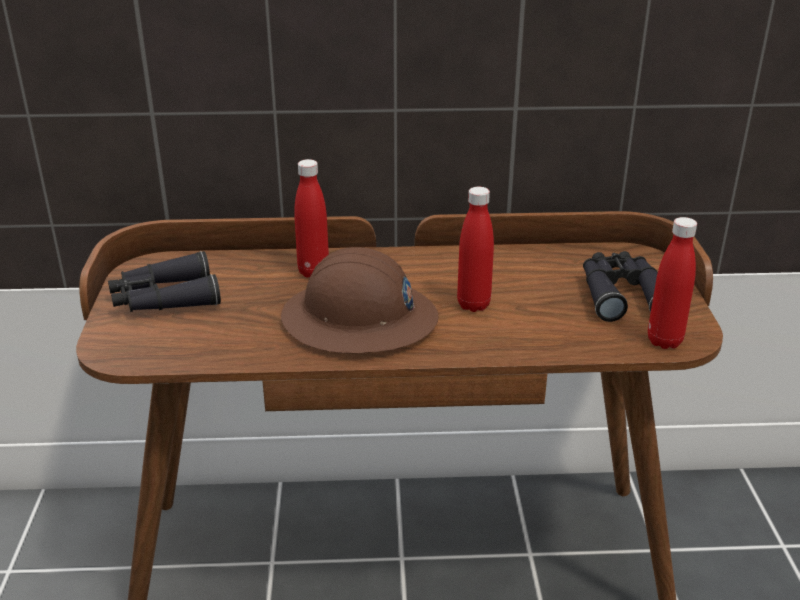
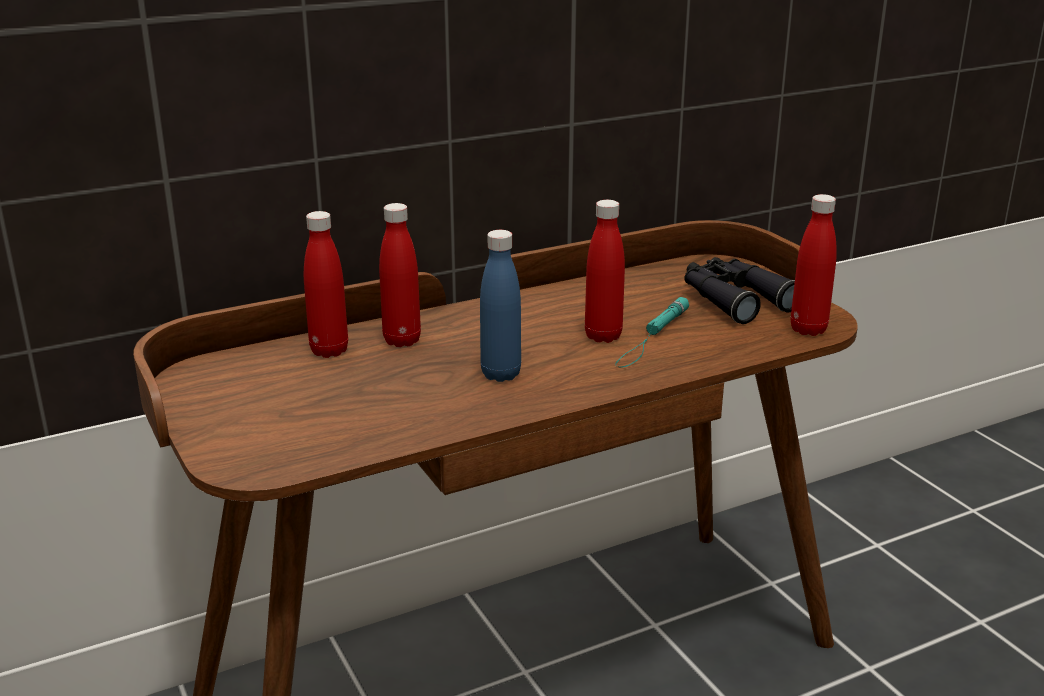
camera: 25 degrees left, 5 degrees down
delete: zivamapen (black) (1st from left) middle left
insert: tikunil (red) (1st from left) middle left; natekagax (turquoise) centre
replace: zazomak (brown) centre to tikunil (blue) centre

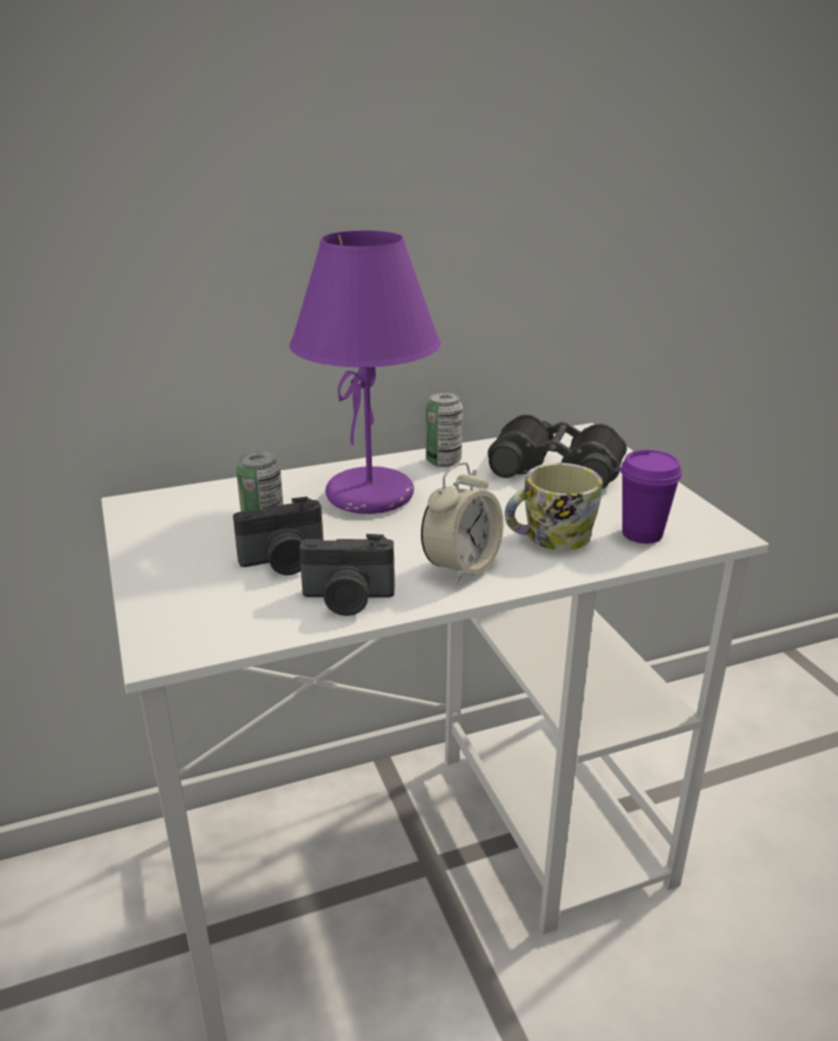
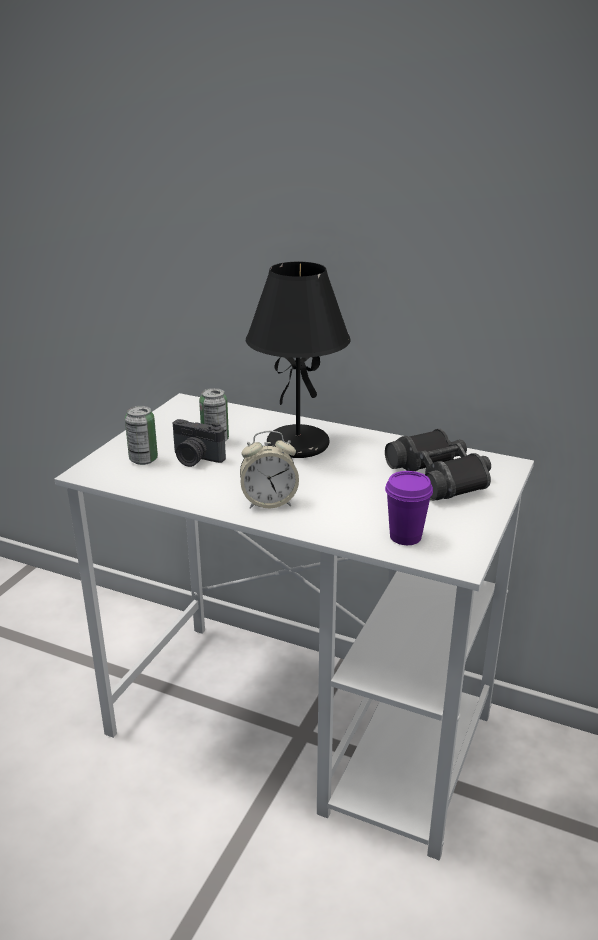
camera: 45 degrees right, 0 degrees up
delete: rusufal (2nd from left) centre; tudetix centre
move: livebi (2nd from left in the first image) centre to livebi (1st from left) middle left
recolor: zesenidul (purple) centre to zesenidul (black) centre

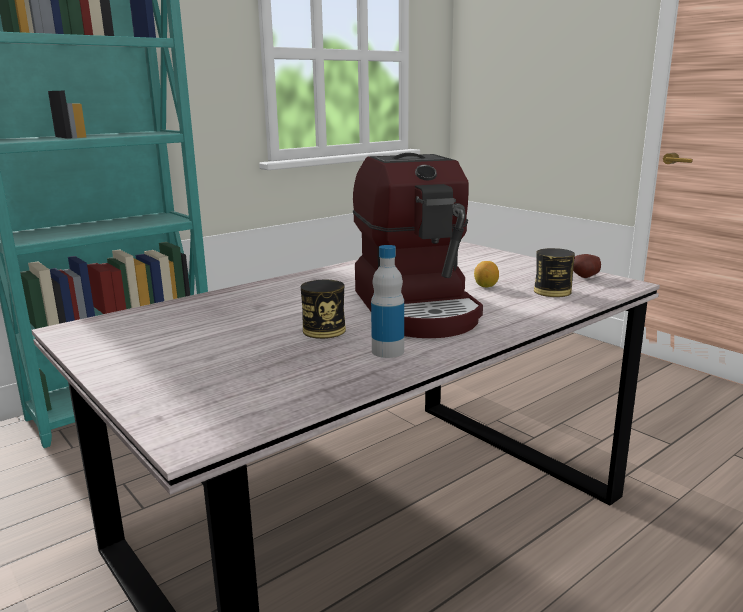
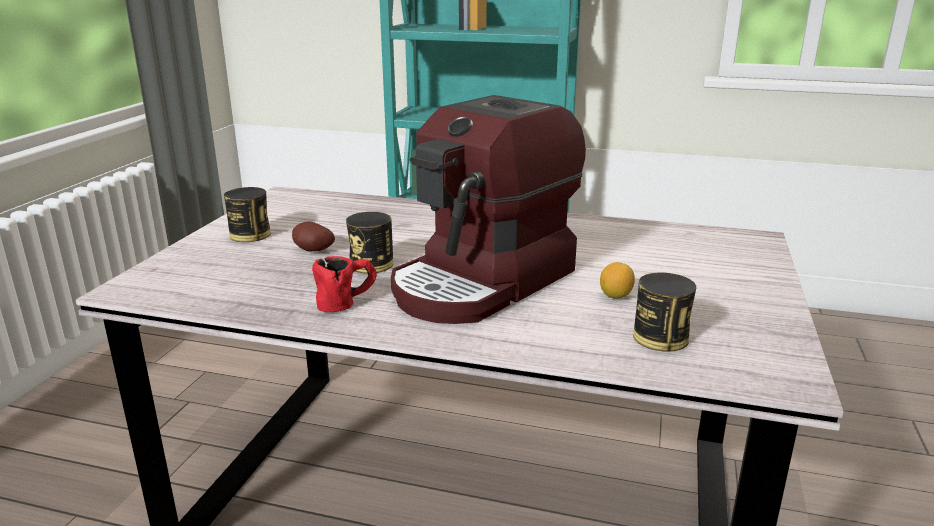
camera: 55 degrees right, 5 degrees up
insert: livebi (1st from left) middle left
move: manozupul middle right to centre
replace: tikunil centre to tudetix (red) centre

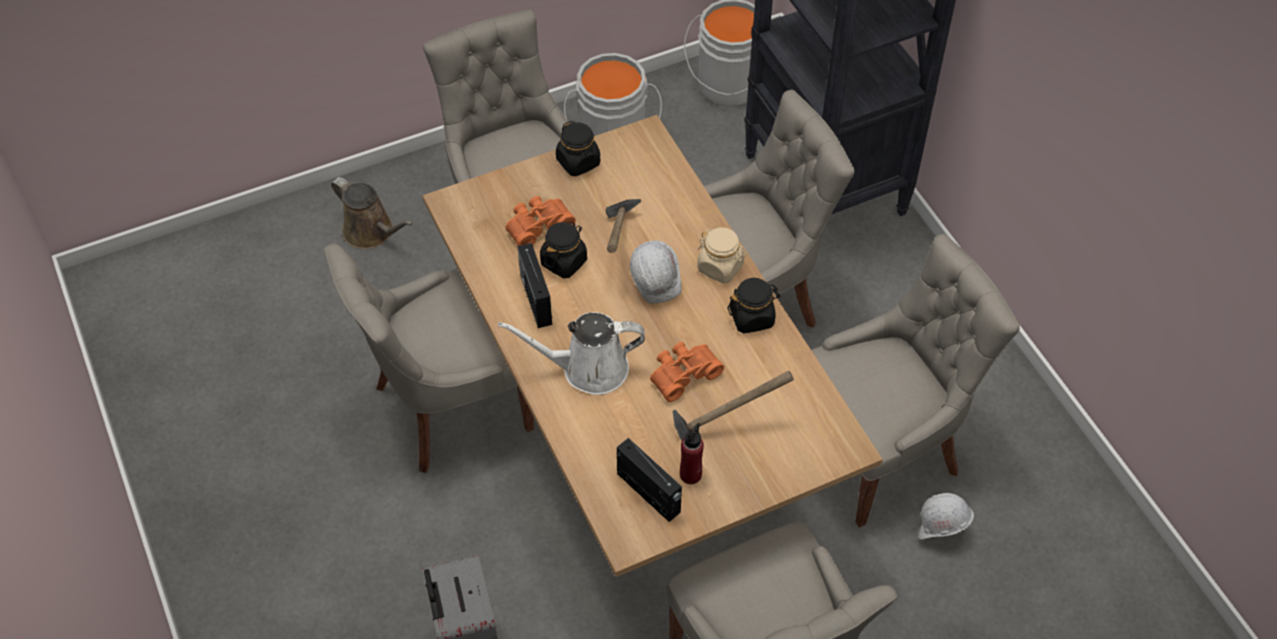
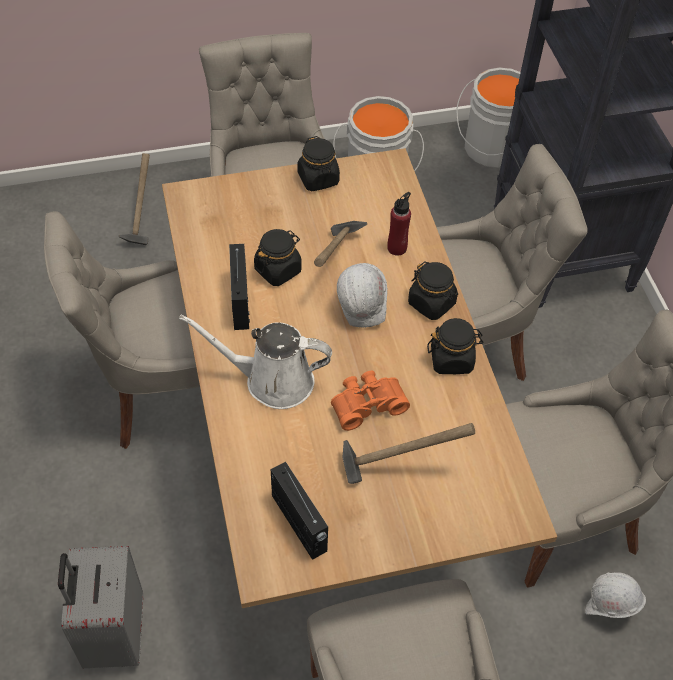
camera: 10 degrees right, 0 degrees up
delete: zivamapen (orange) (1st from left) centre
move: tikunil (red) bottom centre to top centre
replace: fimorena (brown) middle left to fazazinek (1st from left) top left
recolor: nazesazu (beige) centre to nazesazu (black) (3rd from left) centre

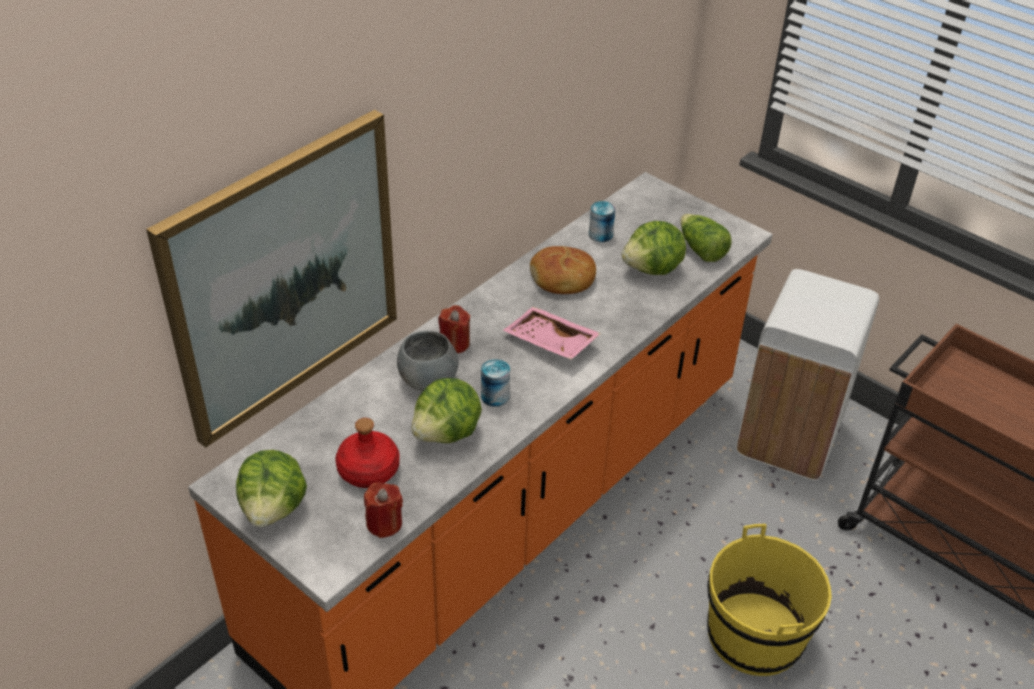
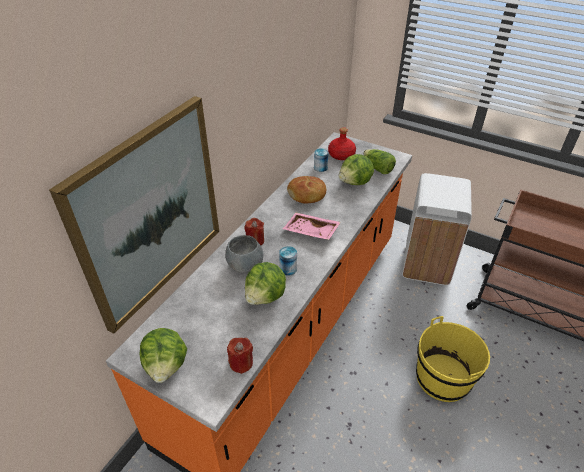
camera: 10 degrees left, 0 degrees up
move: tikunil (red) centre to top centre

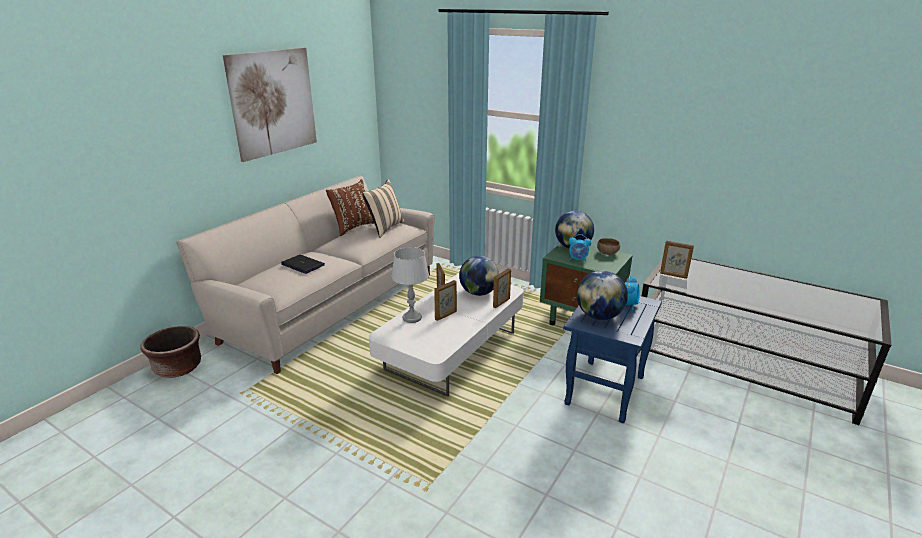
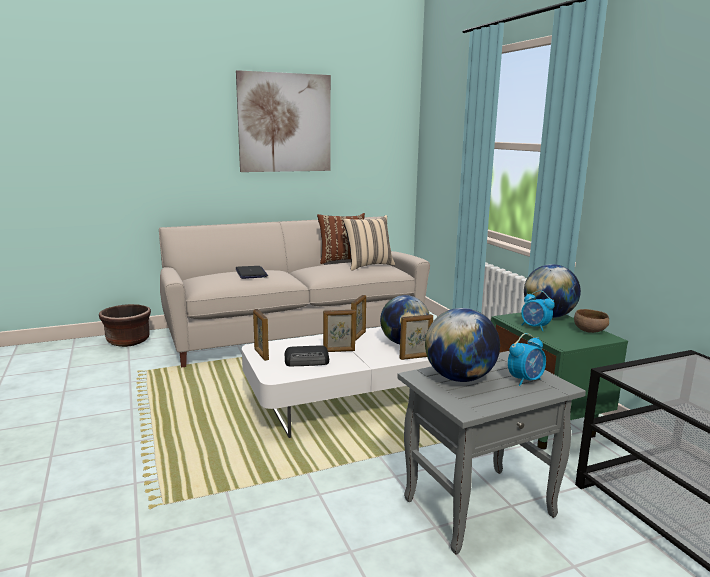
camera: 35 degrees right, 10 degrees down
delete: zesenidul (grey) centre
insert: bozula centre
move: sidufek (4th from left in the first image) middle right to sidufek (1st from left) centre
recolor: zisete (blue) bottom centre to zisete (grey) bottom right

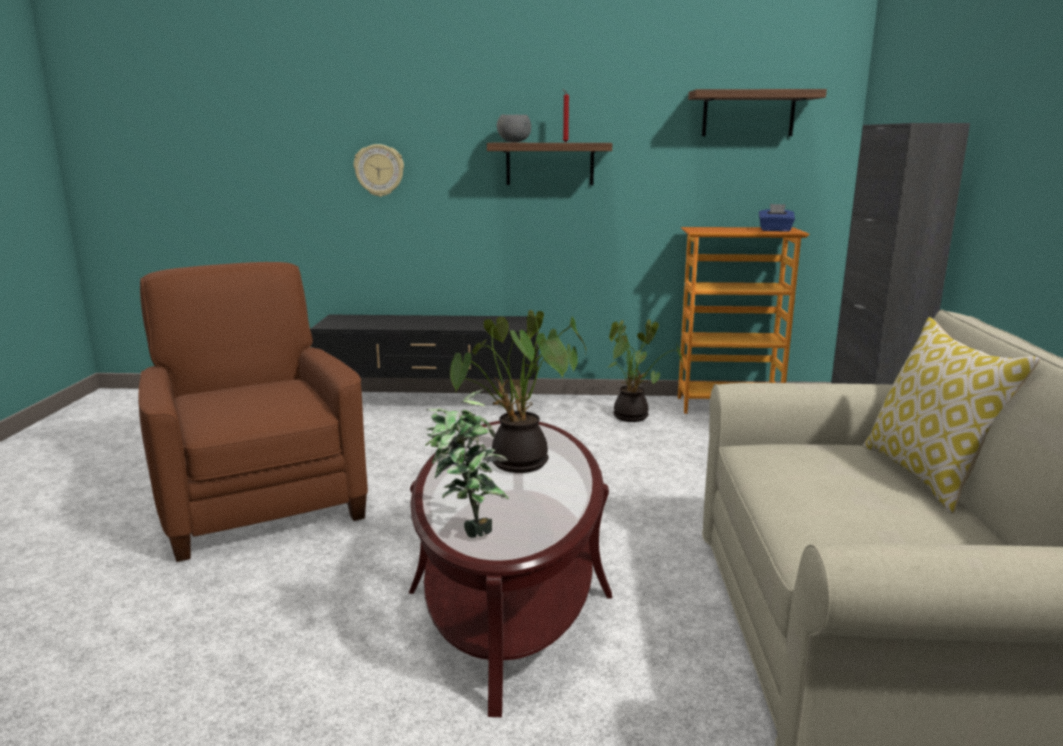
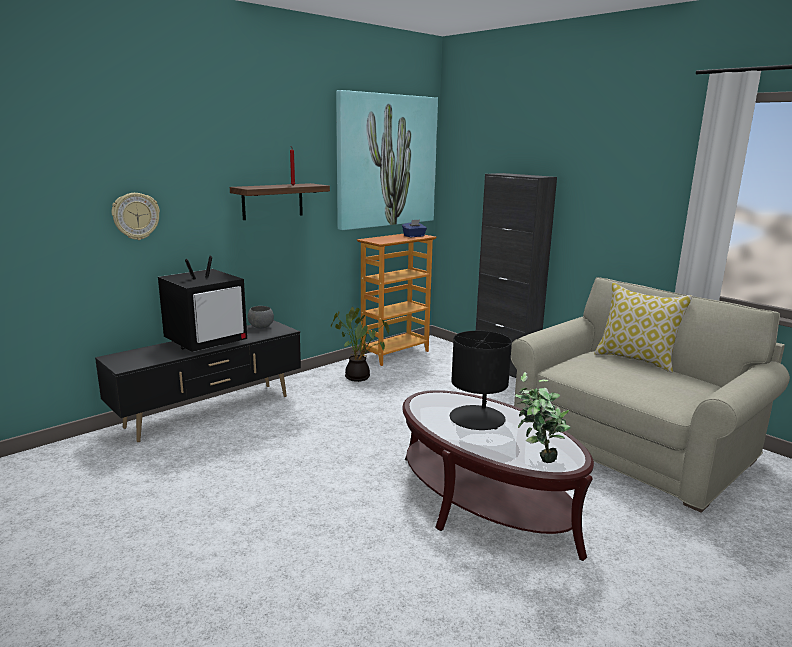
camera: 45 degrees left, 0 degrees up
delete: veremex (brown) middle left
insert: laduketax middle left
move: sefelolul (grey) top centre to middle left
replace: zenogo (2nd from left) top right to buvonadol top centre; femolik (2nd from left) centre to zesenidul (black) centre

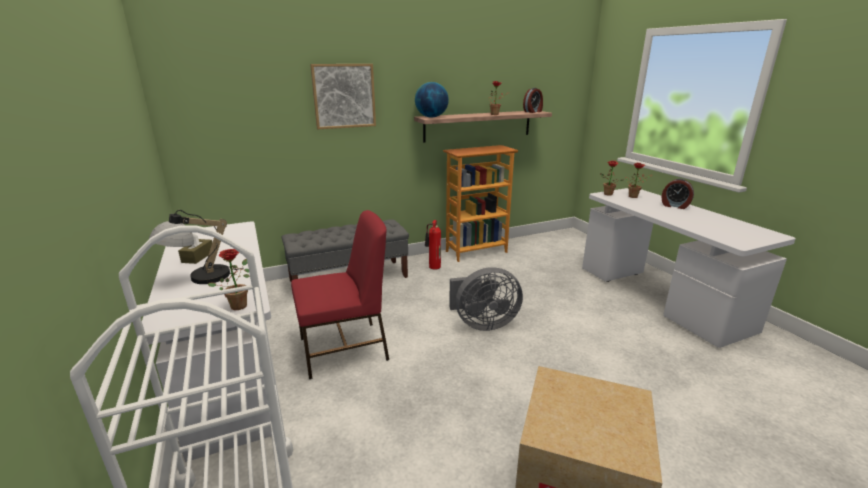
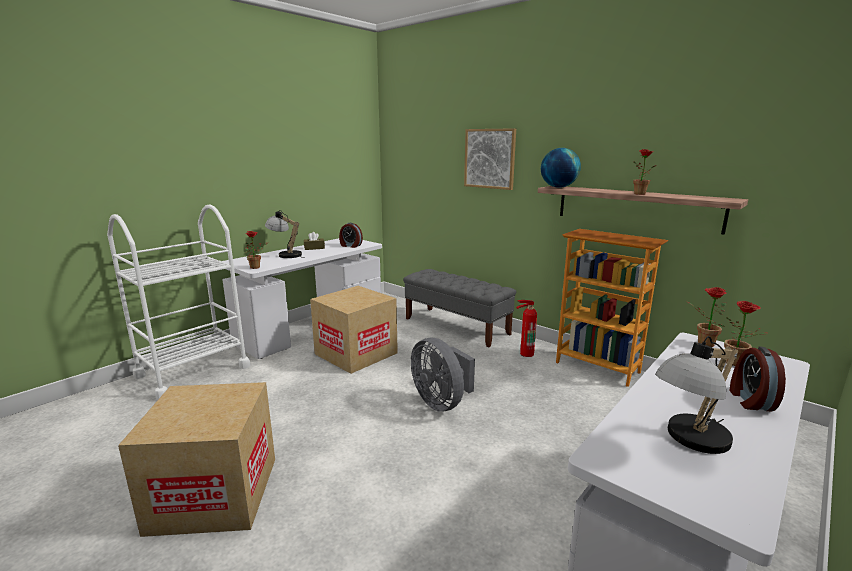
camera: 65 degrees right, 5 degrees down
insert: zesenidul (2nd from left) bottom right
move: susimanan (1st from left) top centre to centre
replace: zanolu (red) centre to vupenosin (2nd from left) centre

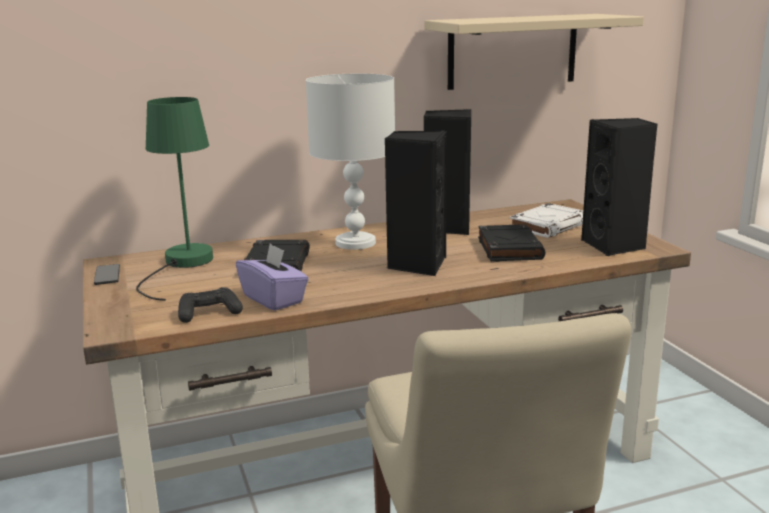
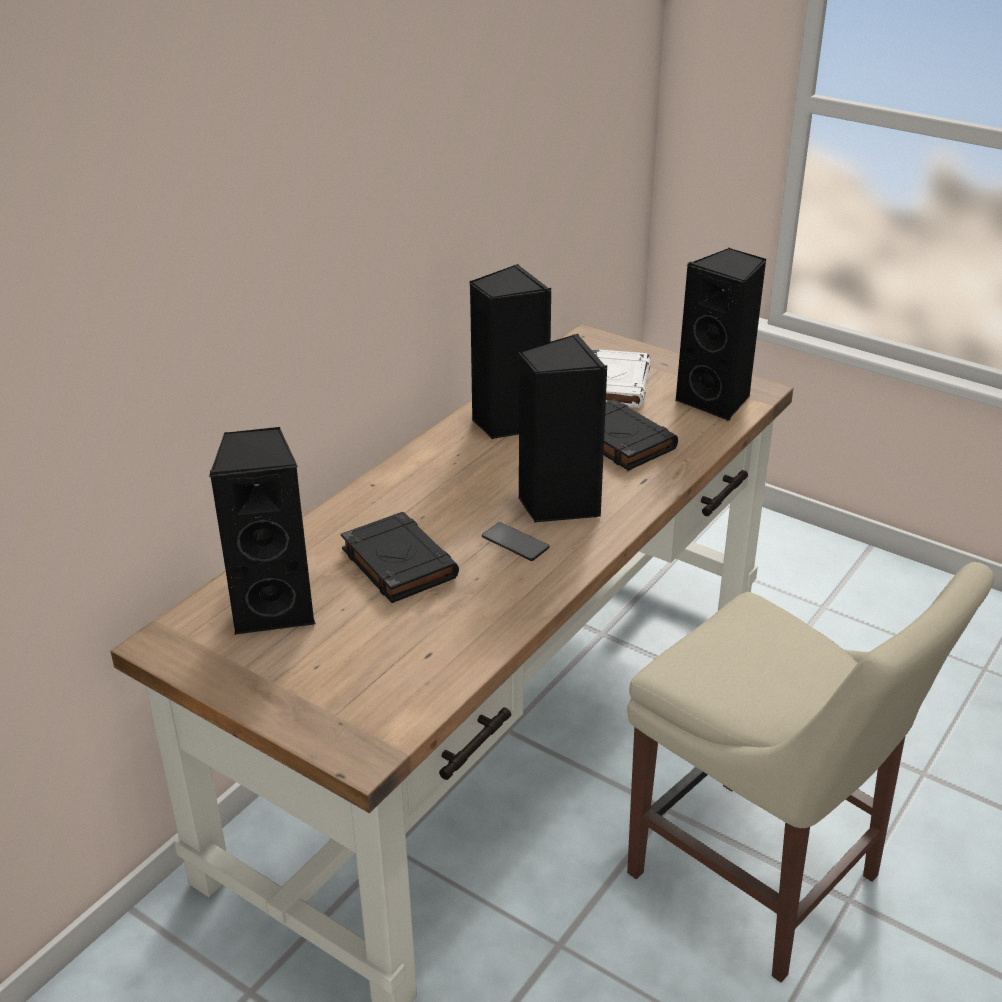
camera: 35 degrees left, 15 degrees up
delete: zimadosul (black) middle left; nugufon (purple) centre; zesenidul (white) top centre; zenogo (beige) top right
move: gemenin middle left to centre
replace: zesenidul (green) middle left to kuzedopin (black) (1st from left) middle left

